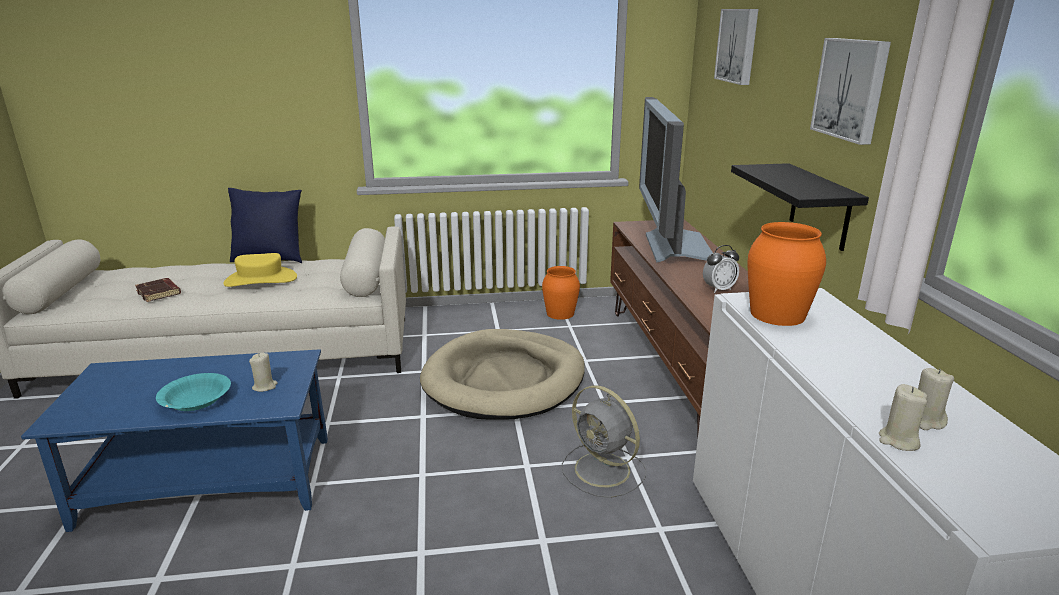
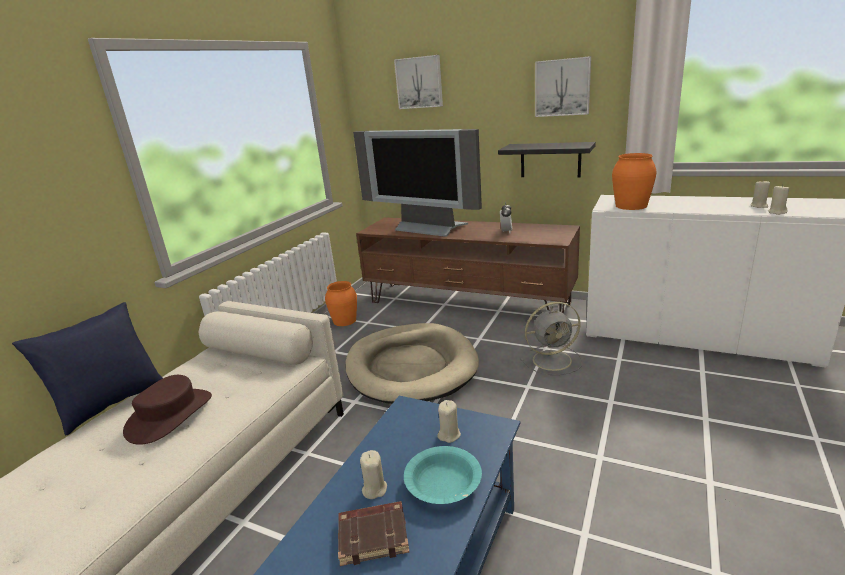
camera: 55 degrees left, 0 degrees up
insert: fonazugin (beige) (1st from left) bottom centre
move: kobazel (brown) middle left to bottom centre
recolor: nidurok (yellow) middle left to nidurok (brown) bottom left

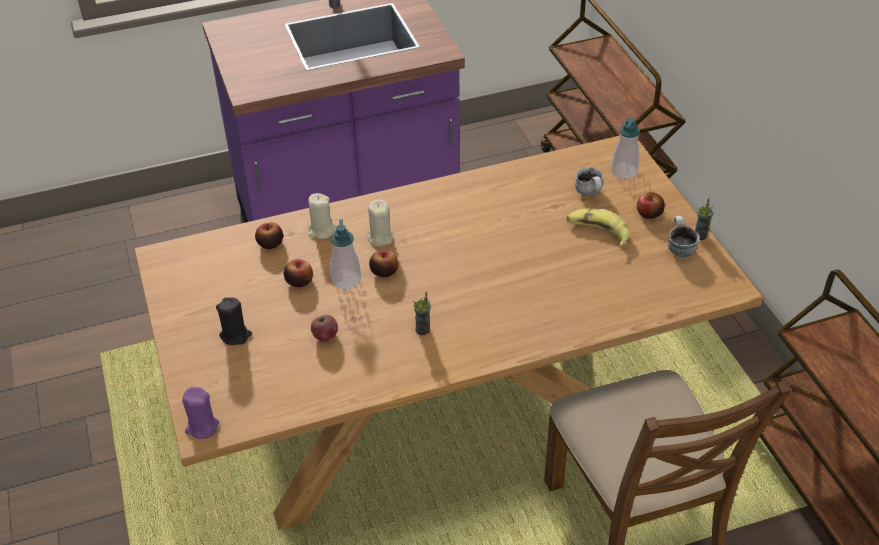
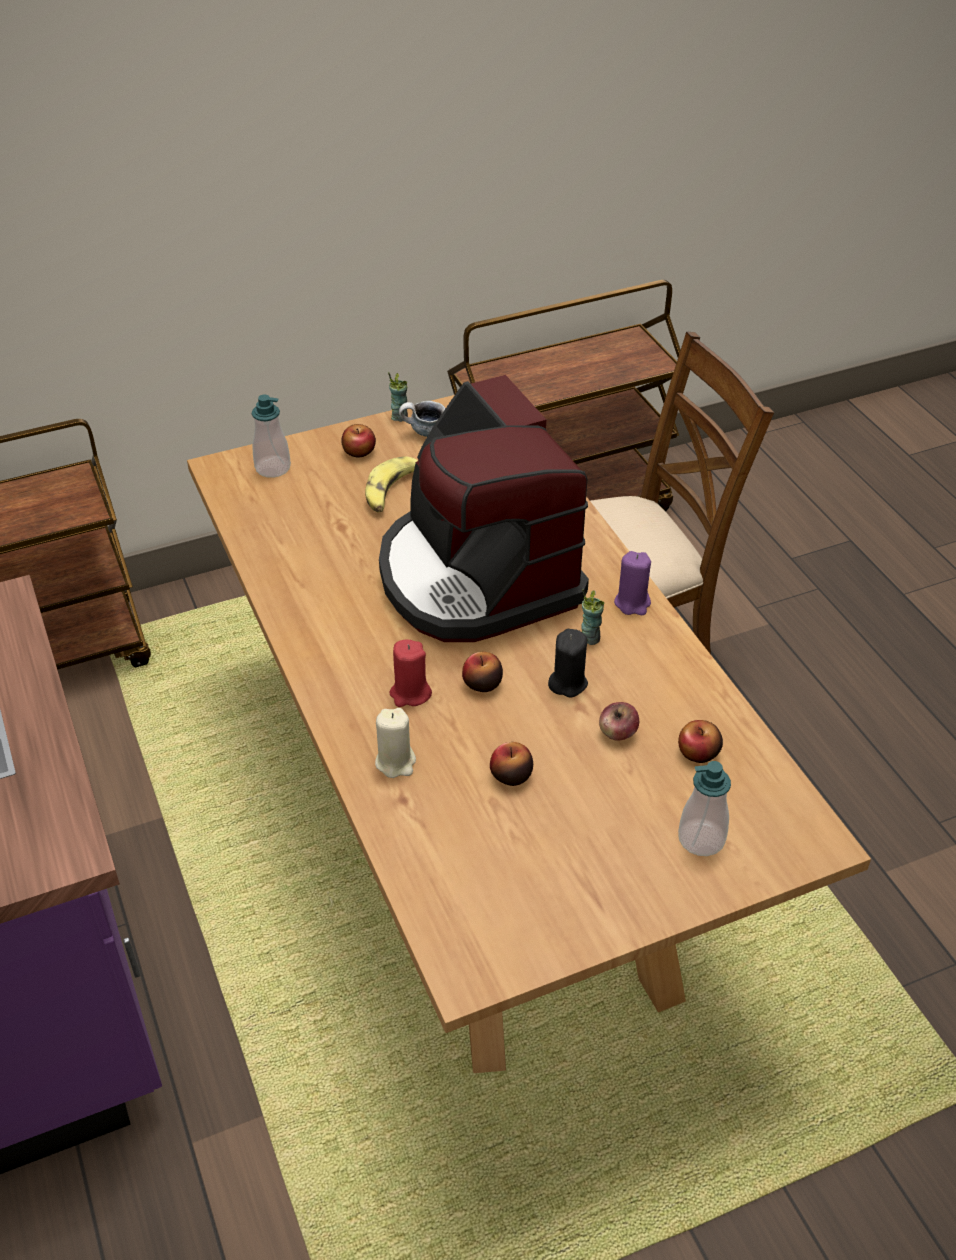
camera: 95 degrees left, 0 degrees up
delete: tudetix (1st from left) top right
insert: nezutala centre
move: fonazugin (black) middle left to centre; fonazugin (purple) bottom left to centre; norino (1st from left in the first image) middle left to norino (5th from left) middle right; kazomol (1st from left in the first image) centre to kazomol (2nd from left) middle right
recolor: fonazugin (beige) (2nd from left) centre to fonazugin (red) centre

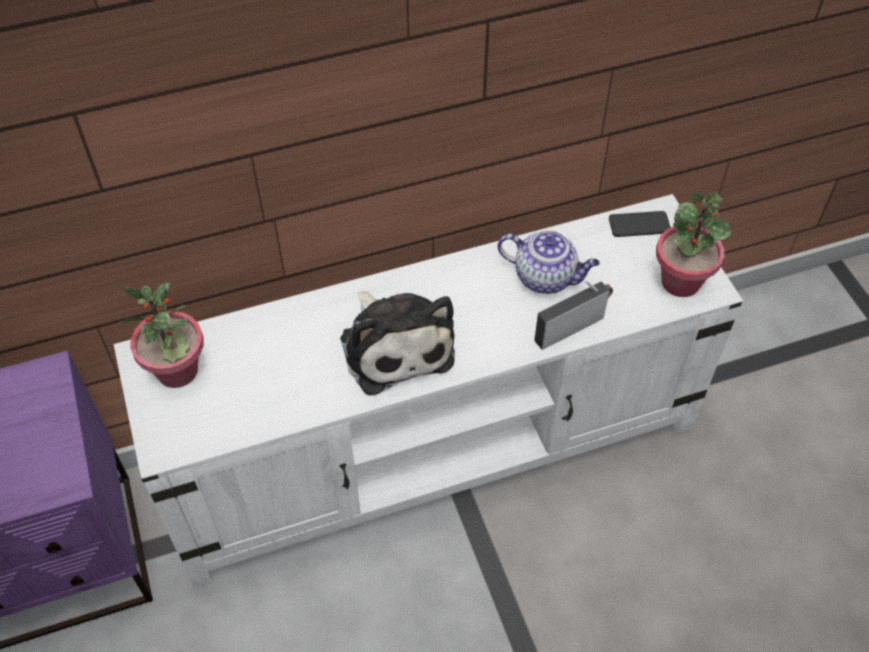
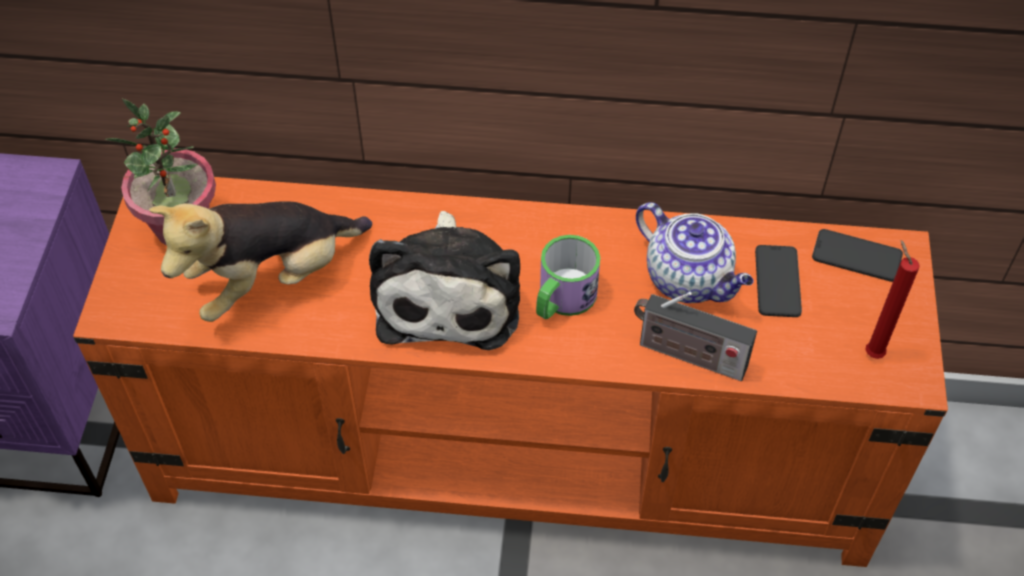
camera: 25 degrees right, 0 degrees up
insert: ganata (1st from left) middle left; tudetix centre; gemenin (1st from left) middle right
replace: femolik (2nd from left) middle right to fonazugin (red) middle right
recolor: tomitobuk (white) centre to tomitobuk (orange) centre
rotate: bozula centre = middle right 150 degrees counterclockwise

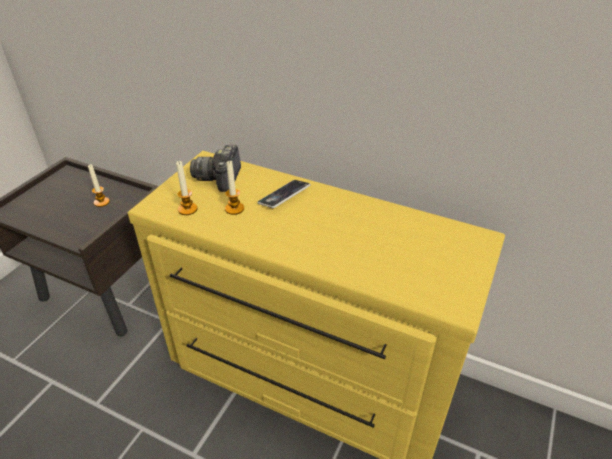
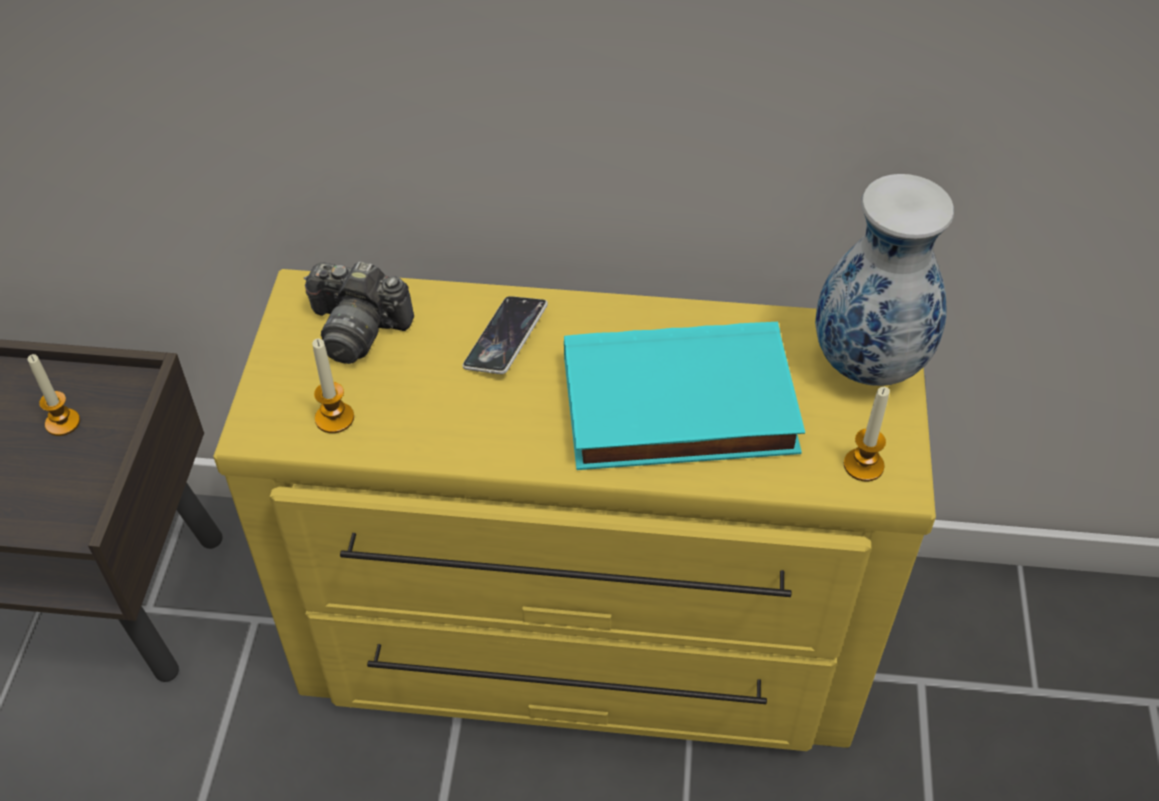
camera: 20 degrees left, 10 degrees up
insert: kobazel (turquoise) centre; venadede middle right
move: fonazugin (3rd from left) centre to middle right
rotate: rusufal centre = middle left 60 degrees counterclockwise

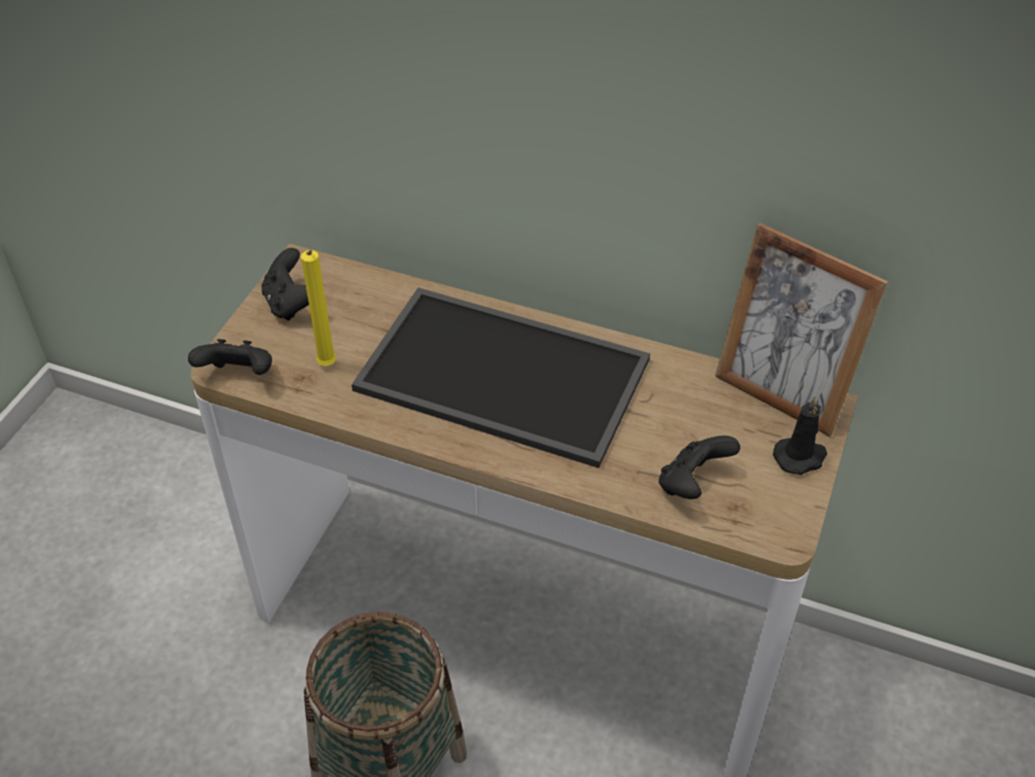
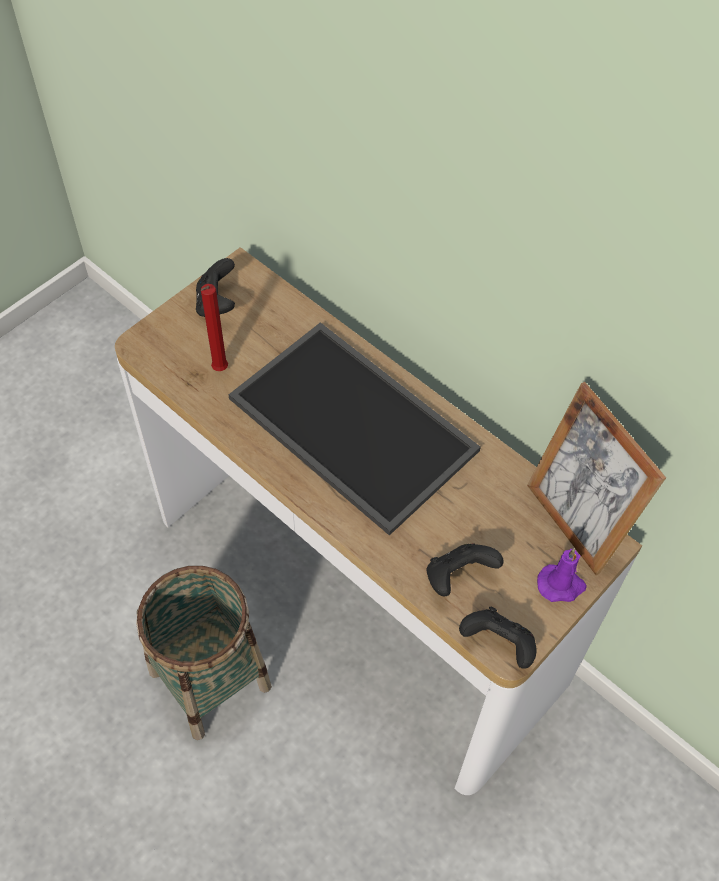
camera: 20 degrees right, 10 degrees up
move: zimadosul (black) (1st from left in the first image) middle left to zimadosul (black) (3rd from left) bottom right
recolor: fonazugin (yellow) middle left to fonazugin (red) middle left; fonazugin (black) middle right to fonazugin (purple) middle right

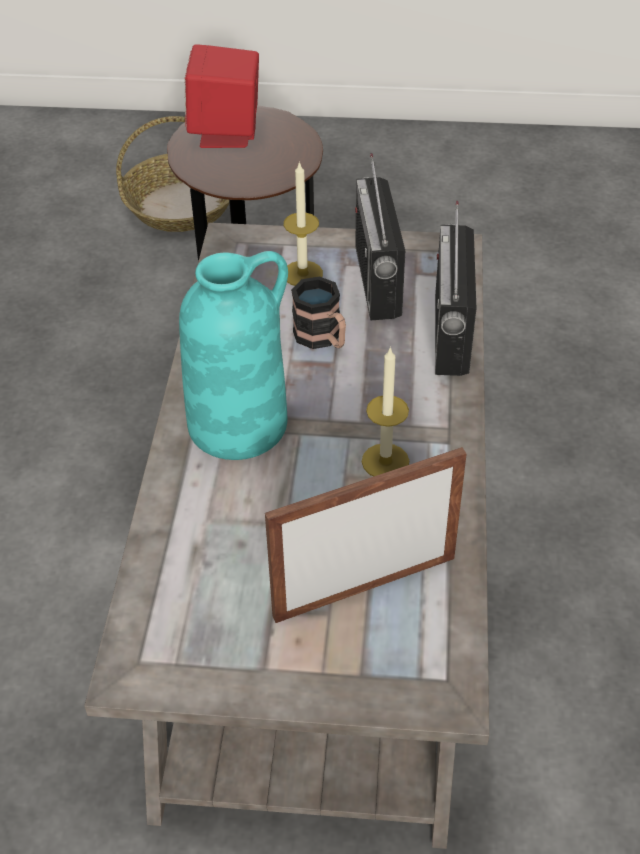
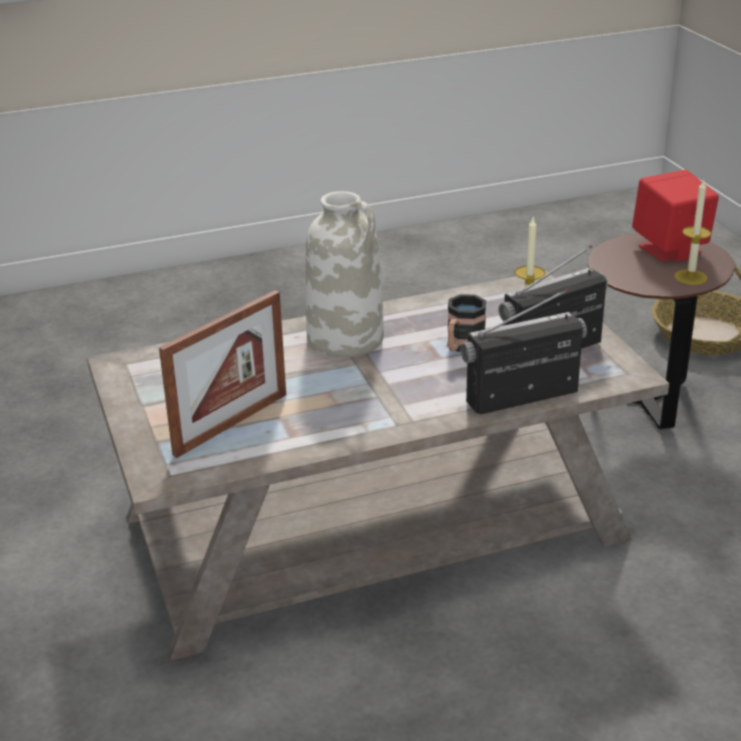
camera: 65 degrees right, 15 degrees down
move: fonazugin (2nd from left) centre to top right
recolor: venadede (turquoise) centre to venadede (white) centre
rotate: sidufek centre = middle left 90 degrees clockwise

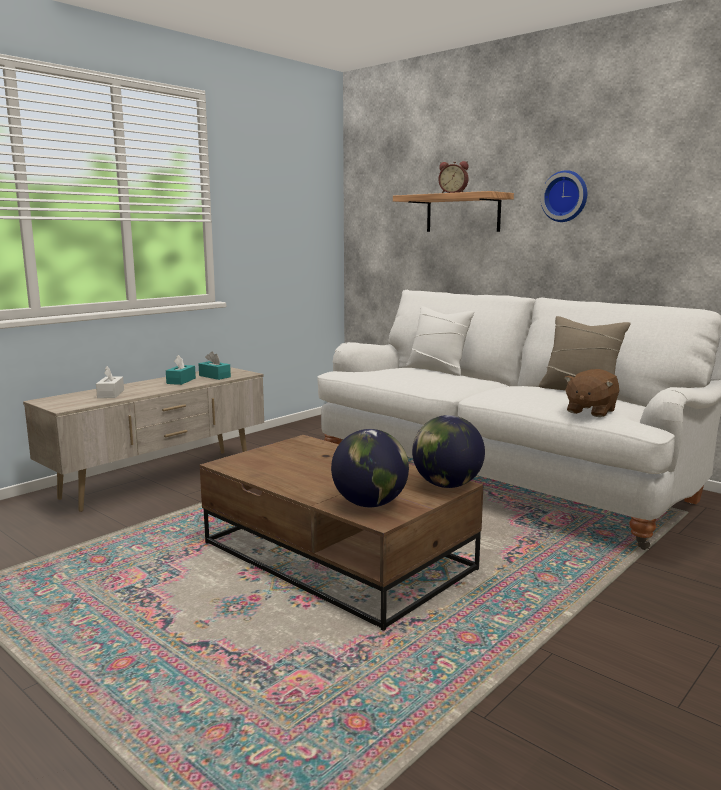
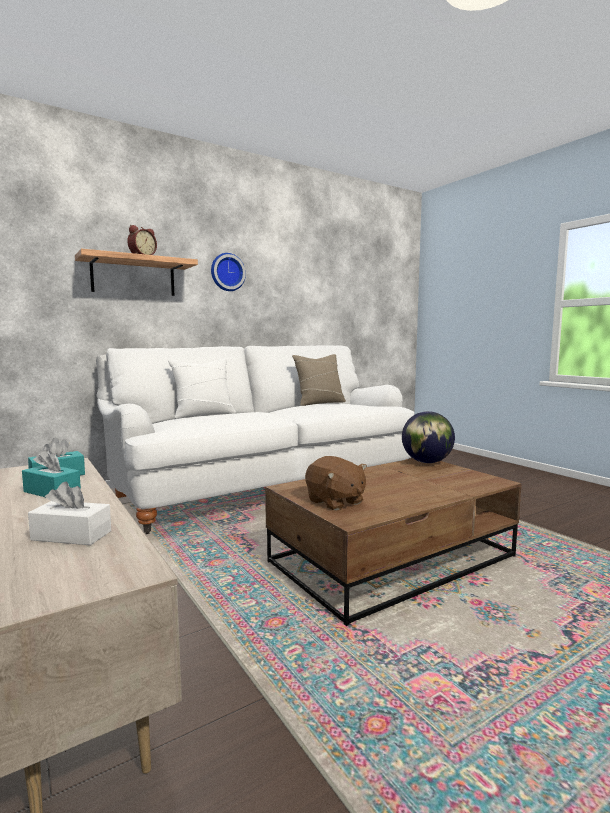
camera: 75 degrees left, 5 degrees down
delete: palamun (1st from left) centre
move: ganata (brown) middle right to centre

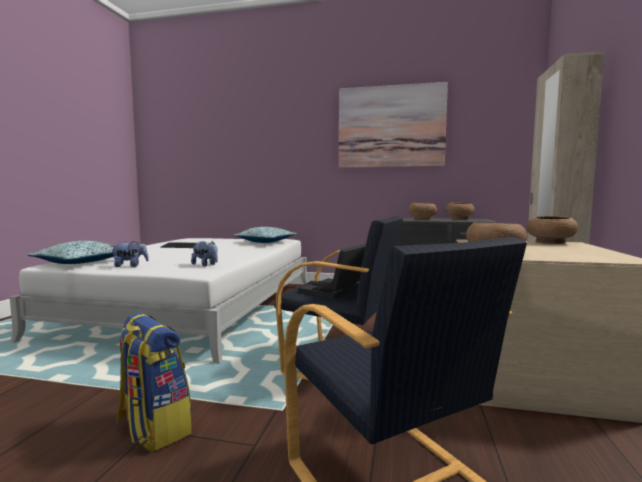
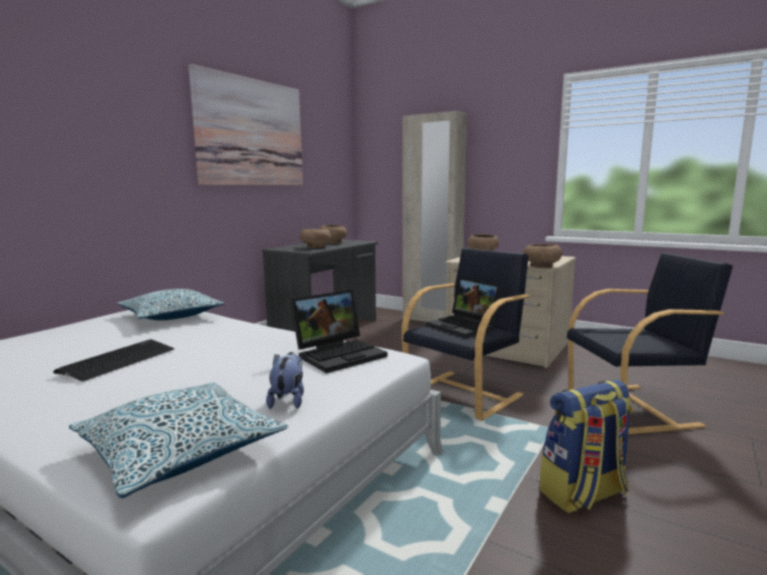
camera: 70 degrees left, 5 degrees up
replace: ganata (2nd from left) middle left to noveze (1st from left) centre

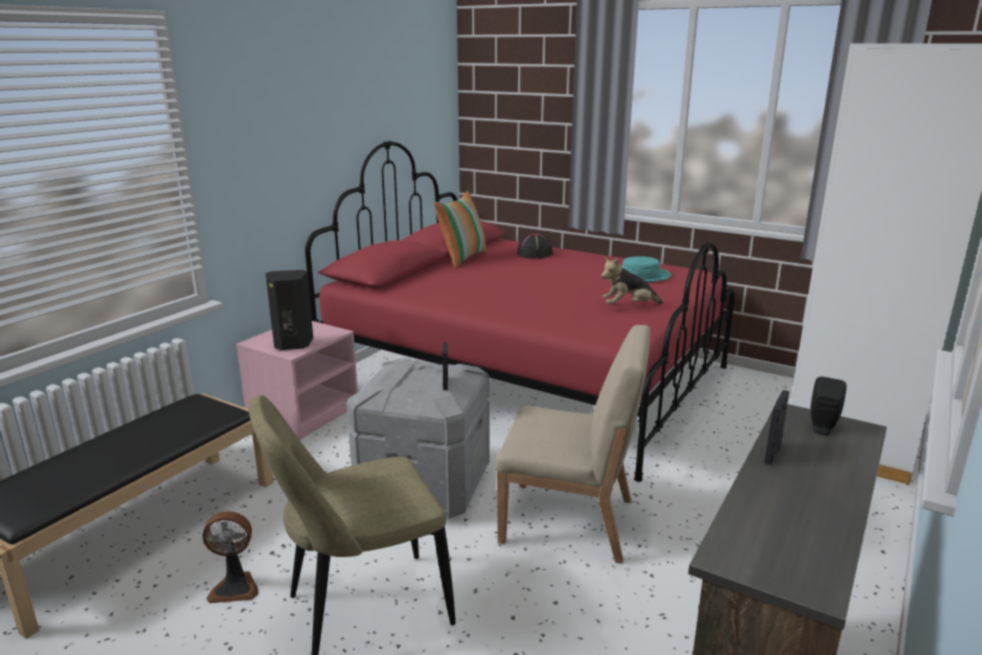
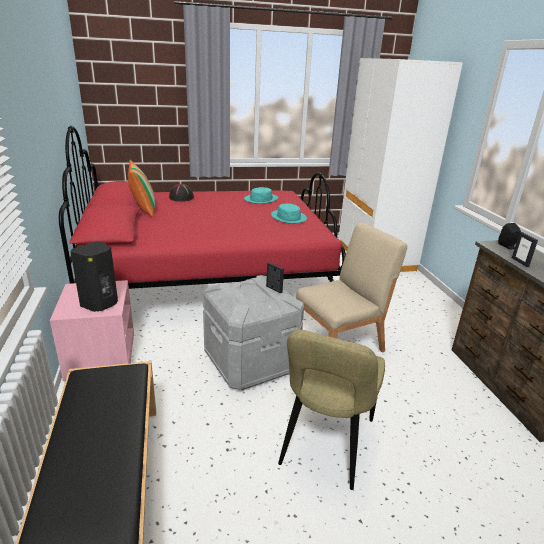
camera: 45 degrees left, 5 degrees up
delete: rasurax bottom left
replace: ganata centre to nidurok (turquoise) (2nd from left) centre

